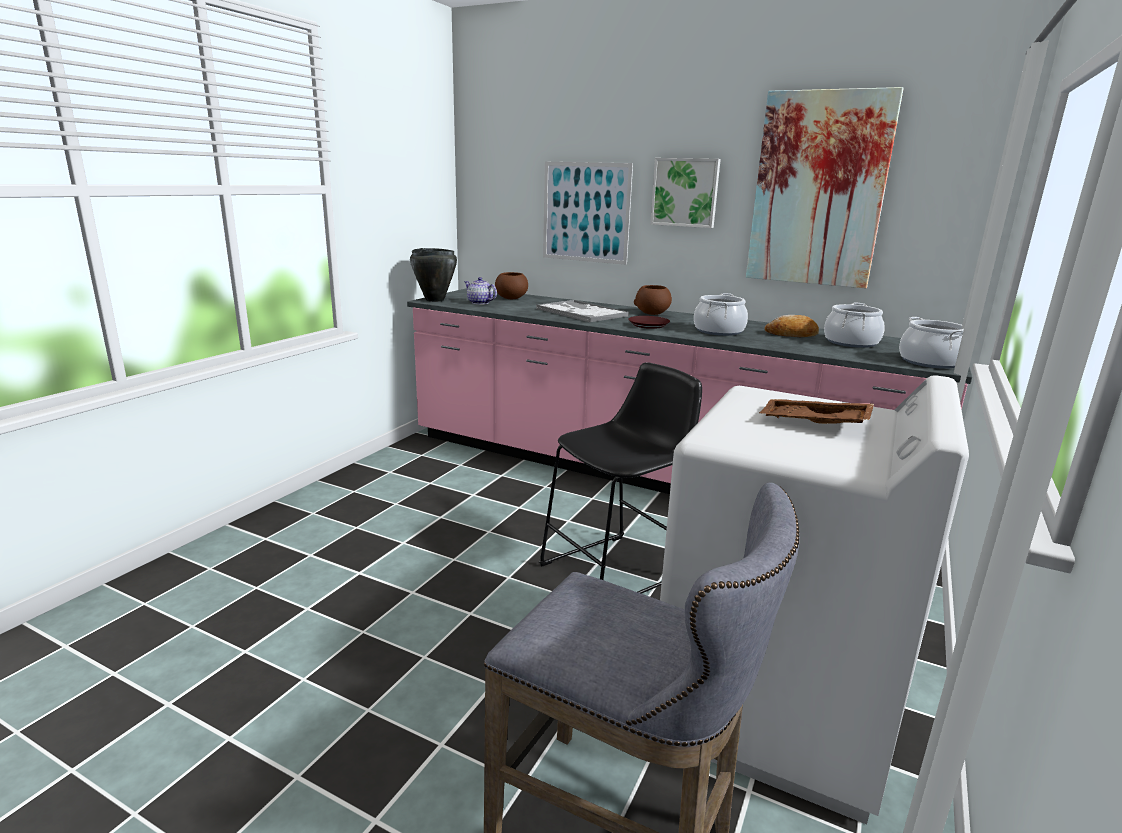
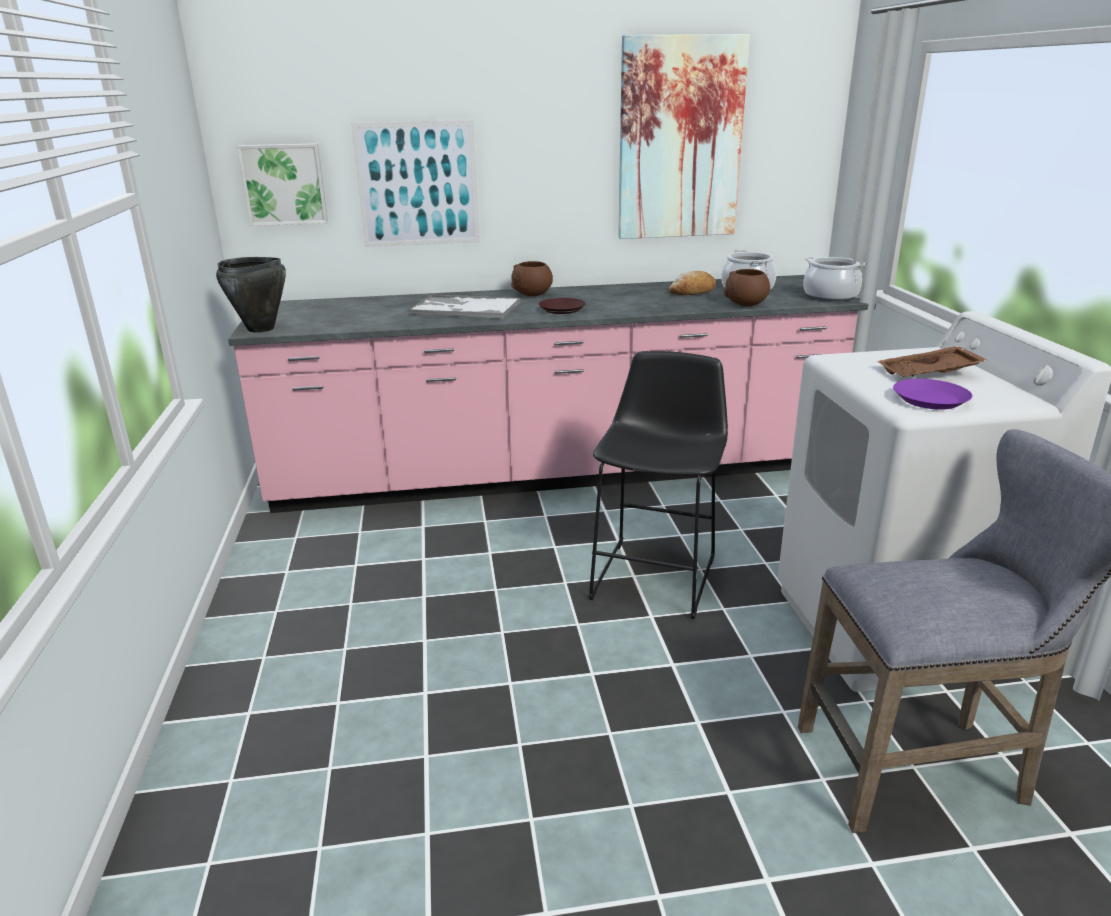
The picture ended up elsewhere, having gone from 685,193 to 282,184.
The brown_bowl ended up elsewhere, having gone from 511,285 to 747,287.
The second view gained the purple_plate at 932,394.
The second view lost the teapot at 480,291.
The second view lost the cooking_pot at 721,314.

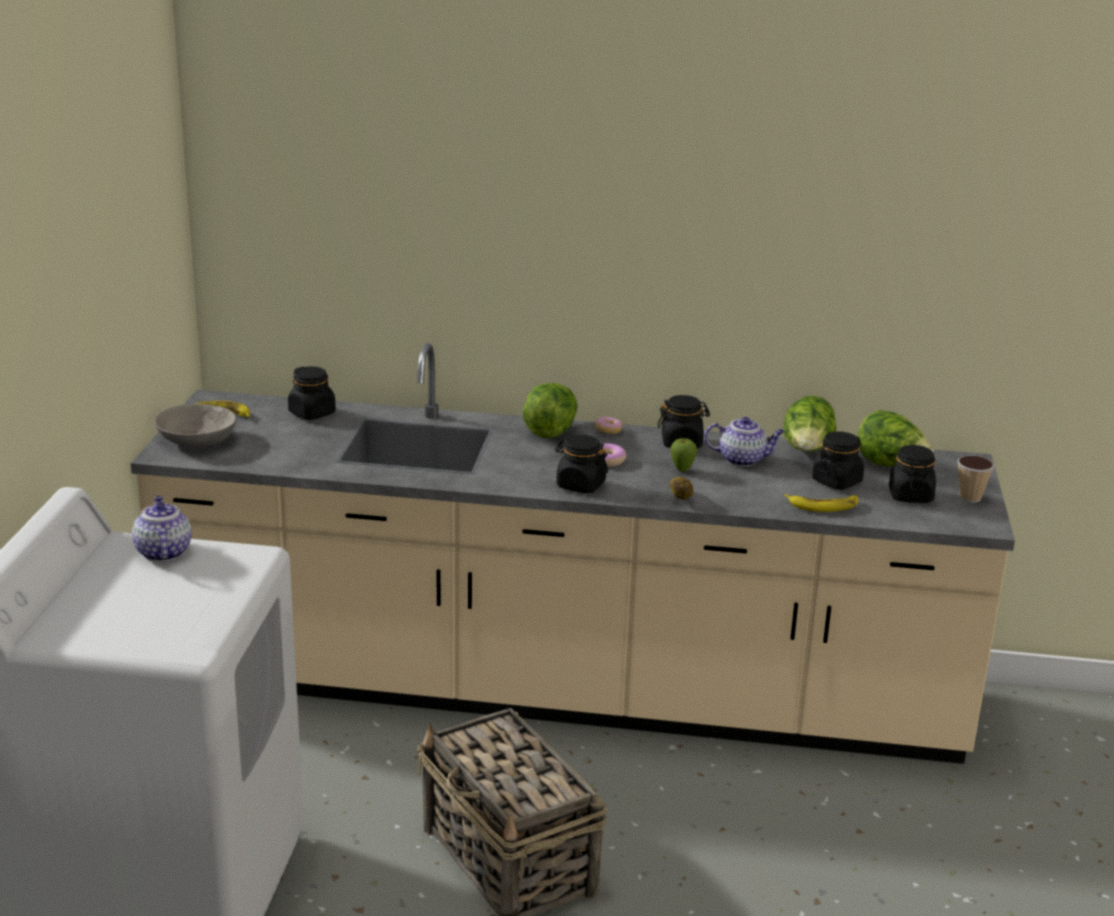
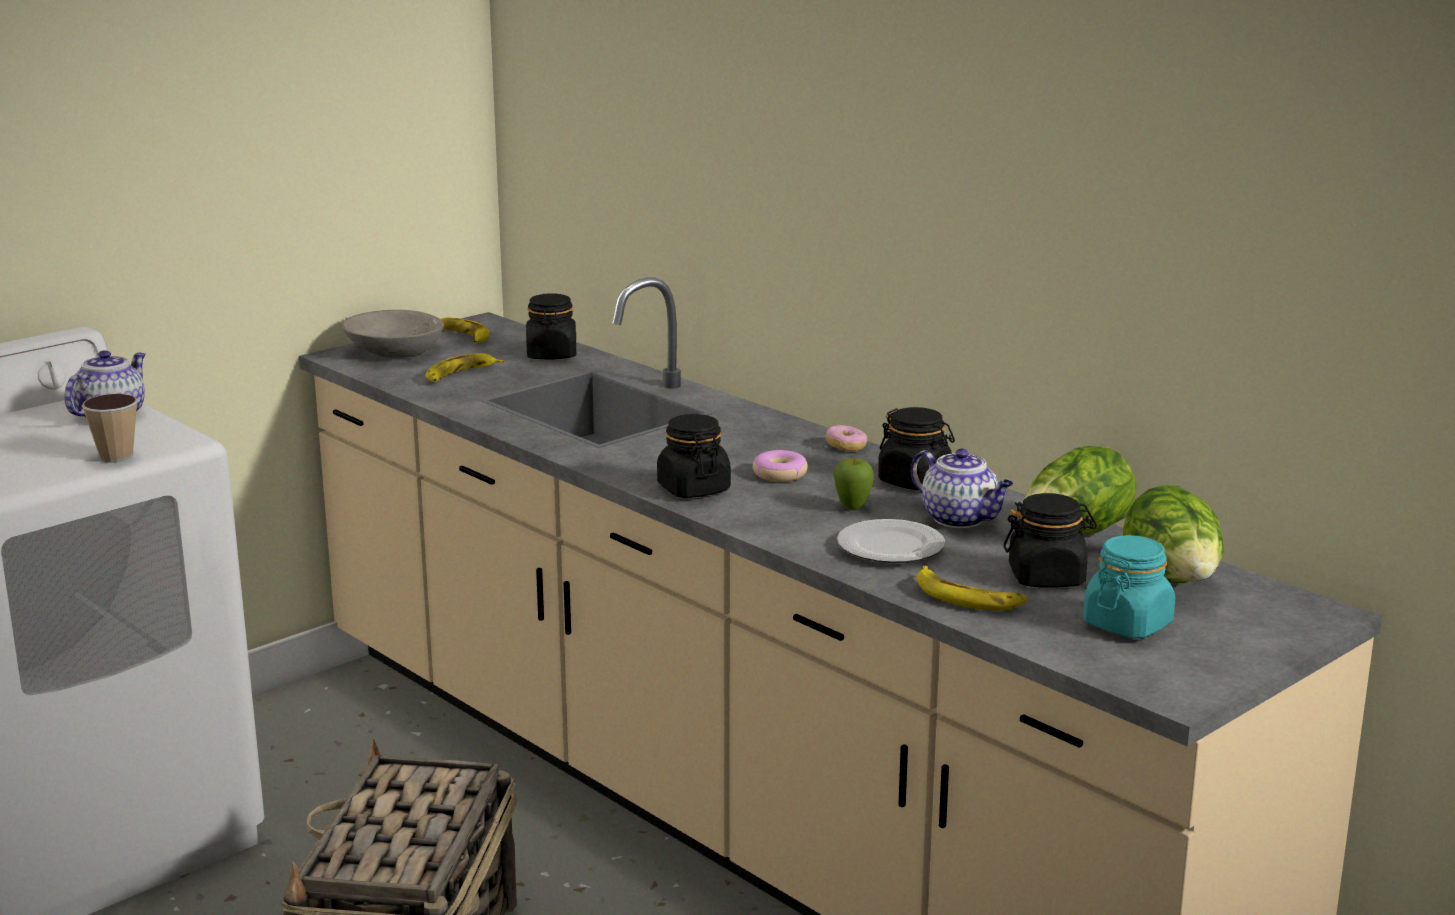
The cup ended up elsewhere, having gone from 975,479 to 110,428.
The second view gained the banana at 465,367.
The second view gained the plate at 891,541.
What was the black_jar at 912,474 turned into the turquoise_jar at 1129,586.
The second view lost the lettuce at 550,410.
The second view lost the potato at 682,488.

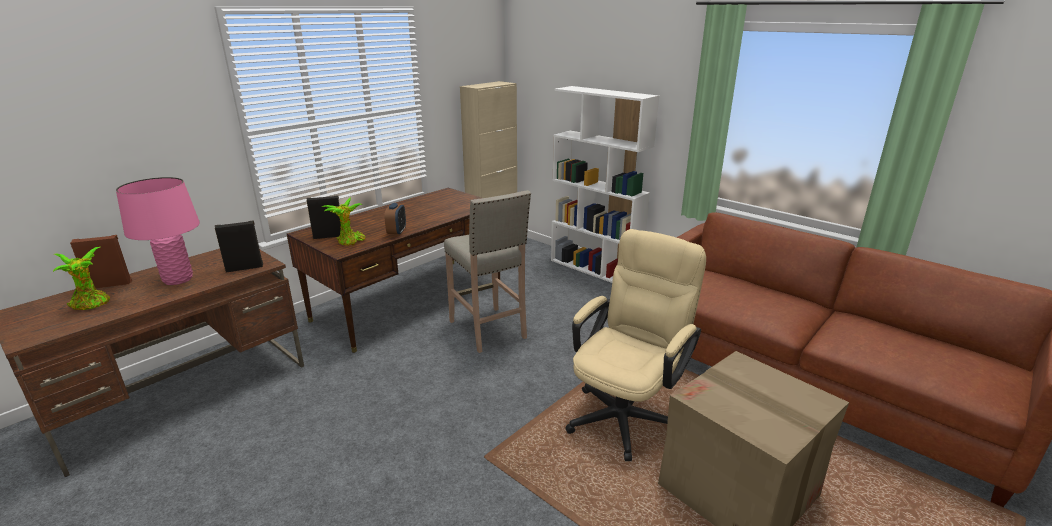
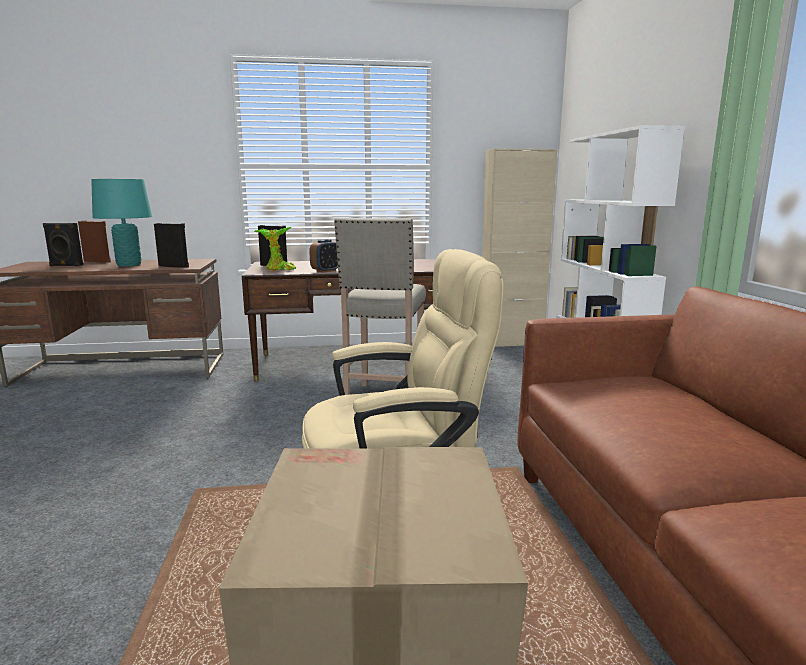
Where the potted_plant stood at 81,278, the black_speaker came to stand at 63,244.
What was the pink_table_lamp at 158,231 turned into the turquoise_table_lamp at 121,223.

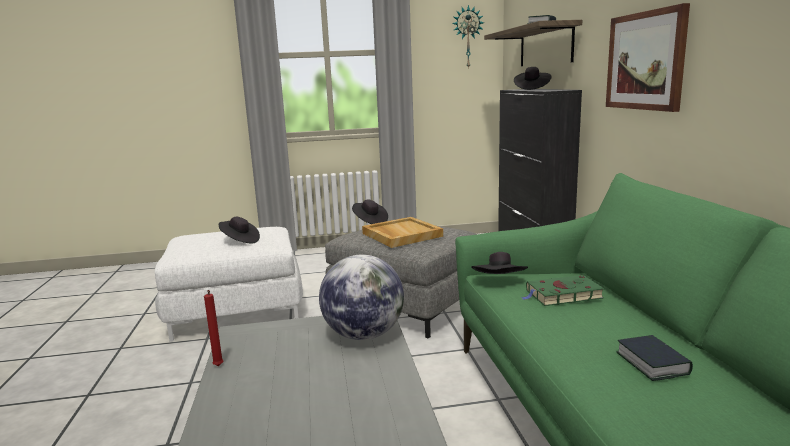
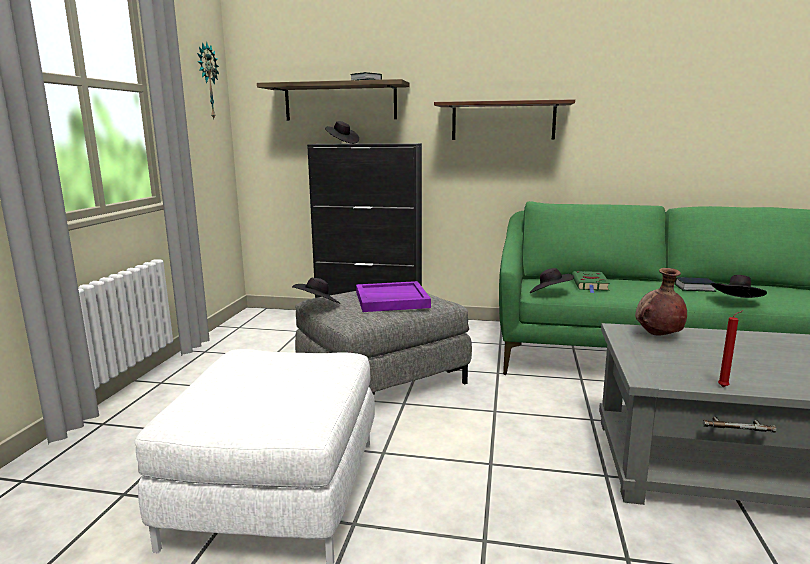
What was the beige_tray at 402,232 turned into the purple_tray at 393,296.
Where the picture hung at 648,57, the brown_shelf came to hang at 504,119.
Where the globe stood at 361,297, the brown_vase came to stand at 661,301.
The black_hat ended up elsewhere, having gone from 239,230 to 739,286.

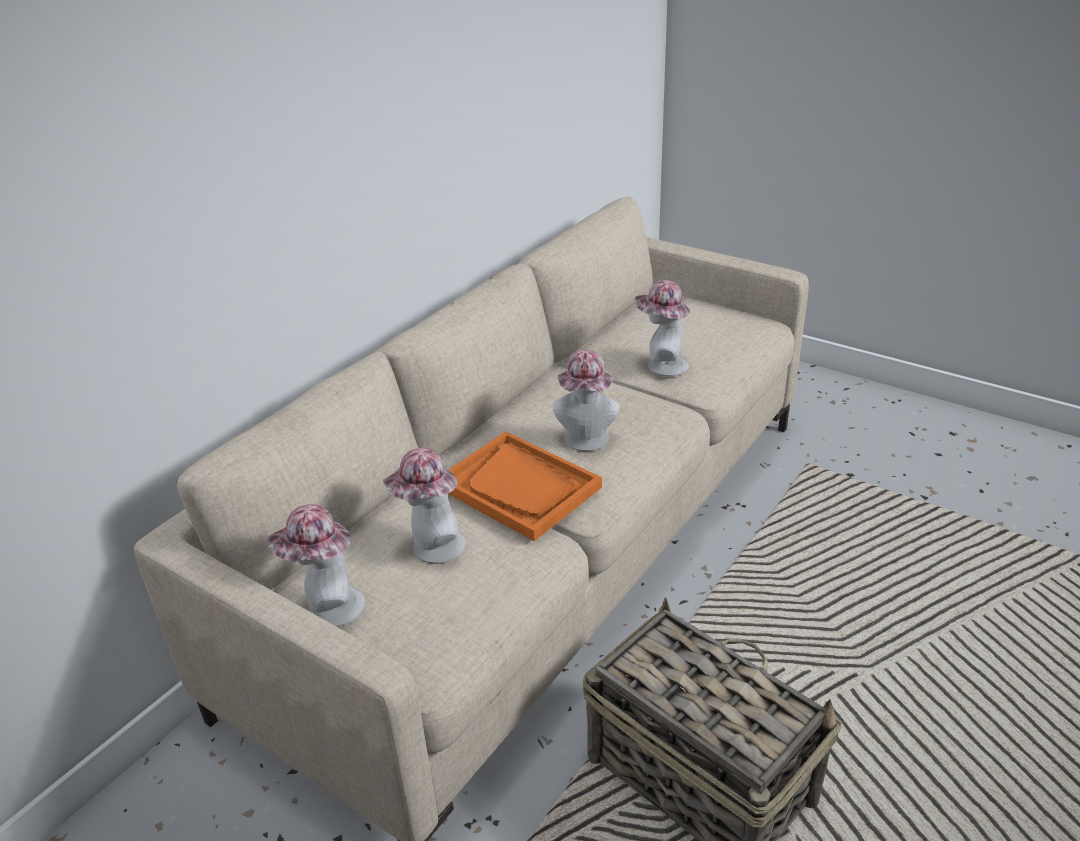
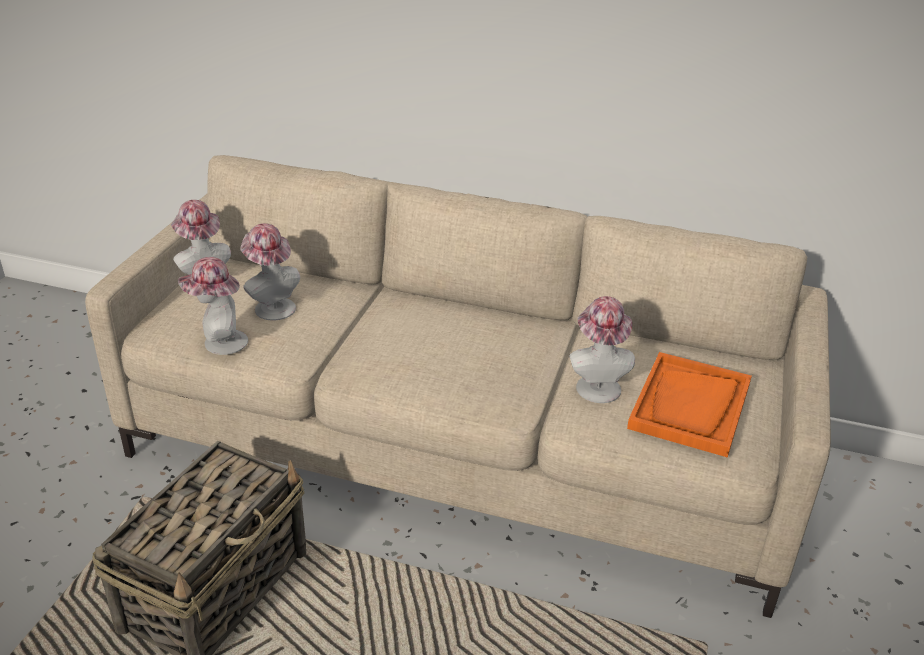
The hat ended up elsewhere, having gone from 586,400 to 213,306.
The orange_tray ended up elsewhere, having gone from 525,486 to 689,405.

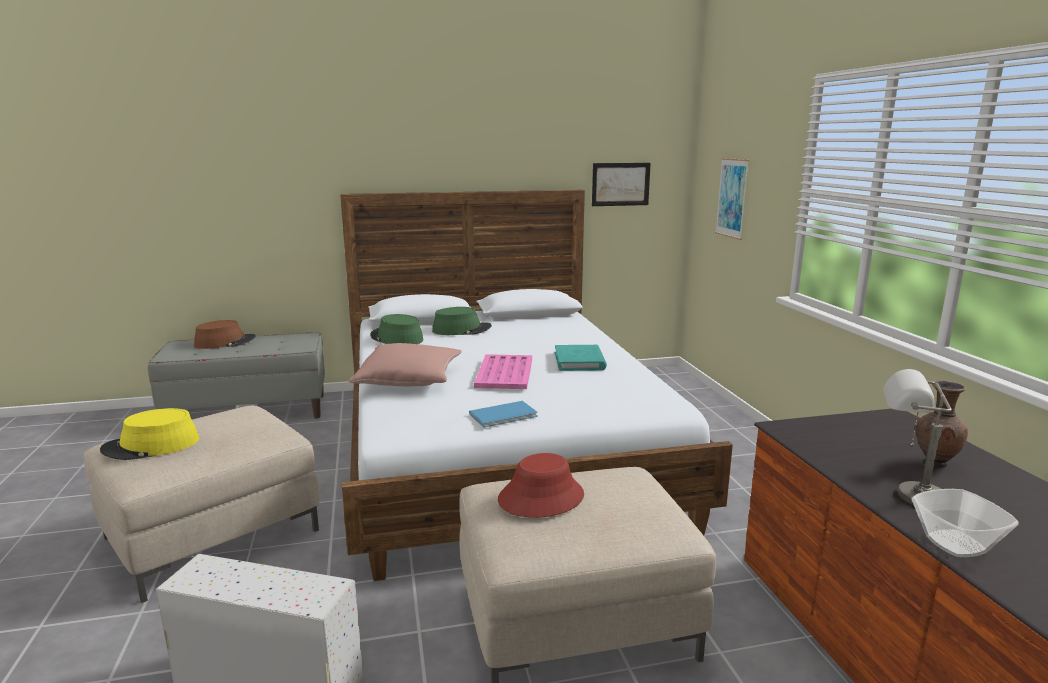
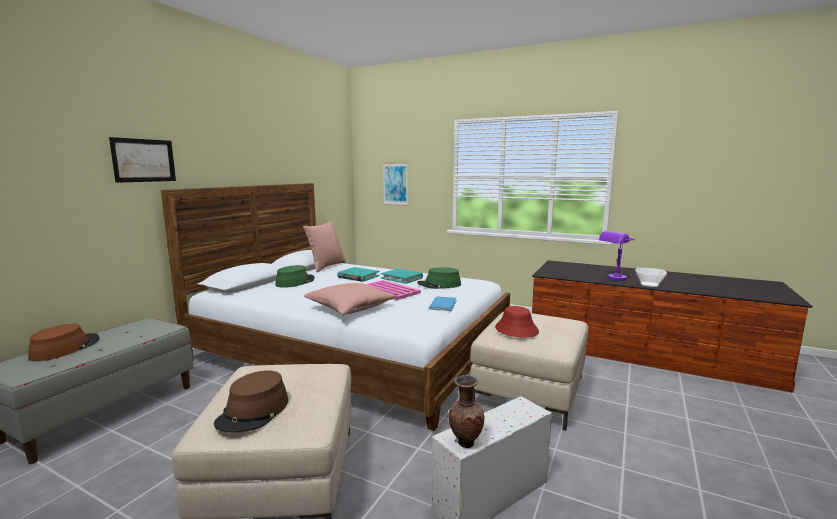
The picture ended up elsewhere, having gone from 621,184 to 142,160.
What was the yellow_hat at 149,434 turned into the brown_hat at 251,401.
The second view gained the pink_pillow at 324,246.
The second view gained the turquoise_book at 358,274.
The green_hat ended up elsewhere, having gone from 396,329 to 439,278.
The brown_vase ended up elsewhere, having gone from 942,424 to 466,411.
What was the grey_table_lamp at 917,437 turned into the purple_table_lamp at 617,256.

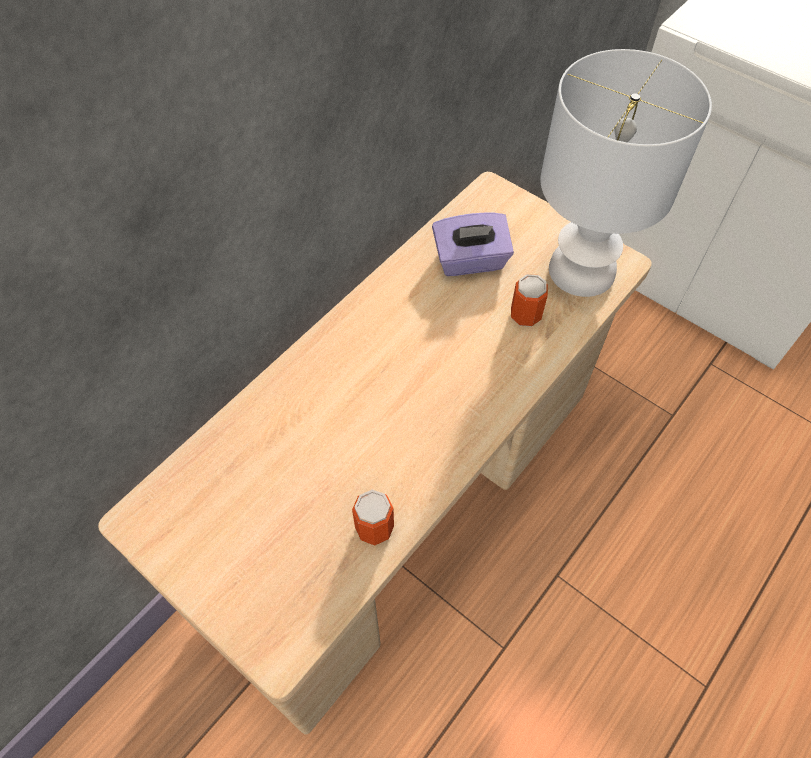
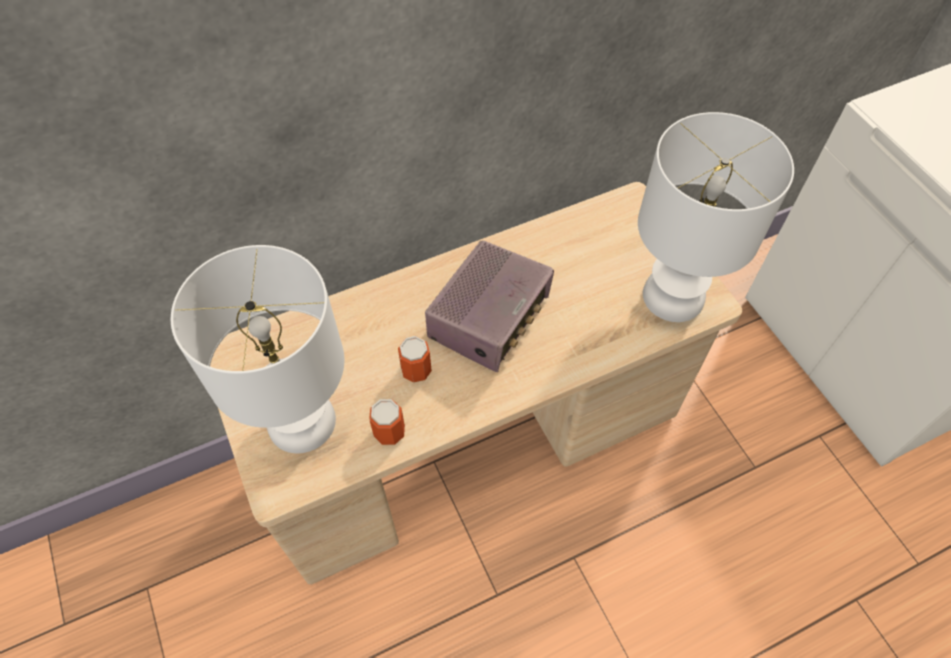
The second view gained the white_table_lamp at 257,349.
The can ended up elsewhere, having gone from 529,300 to 415,359.
The second view gained the radio at 489,306.
The second view lost the purple_tissue_box at 473,244.

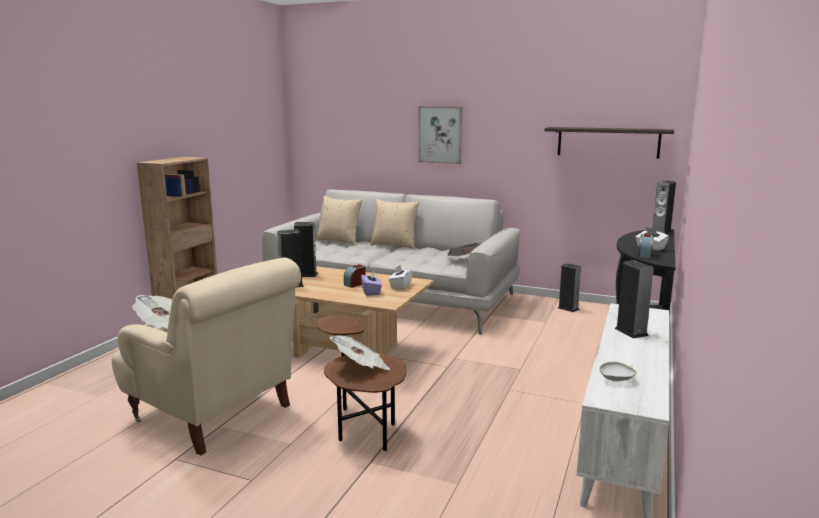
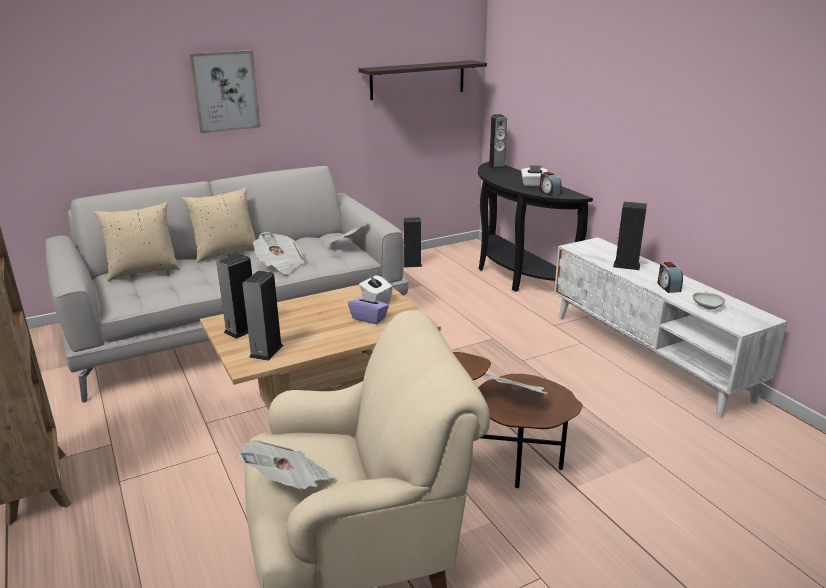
The second view gained the newspaper at 278,253.
The alarm_clock ended up elsewhere, having gone from 355,276 to 670,277.

